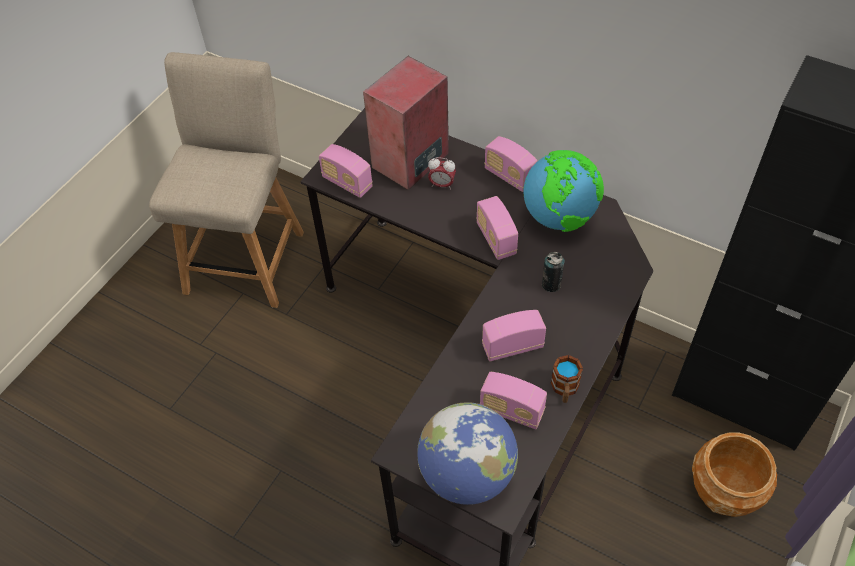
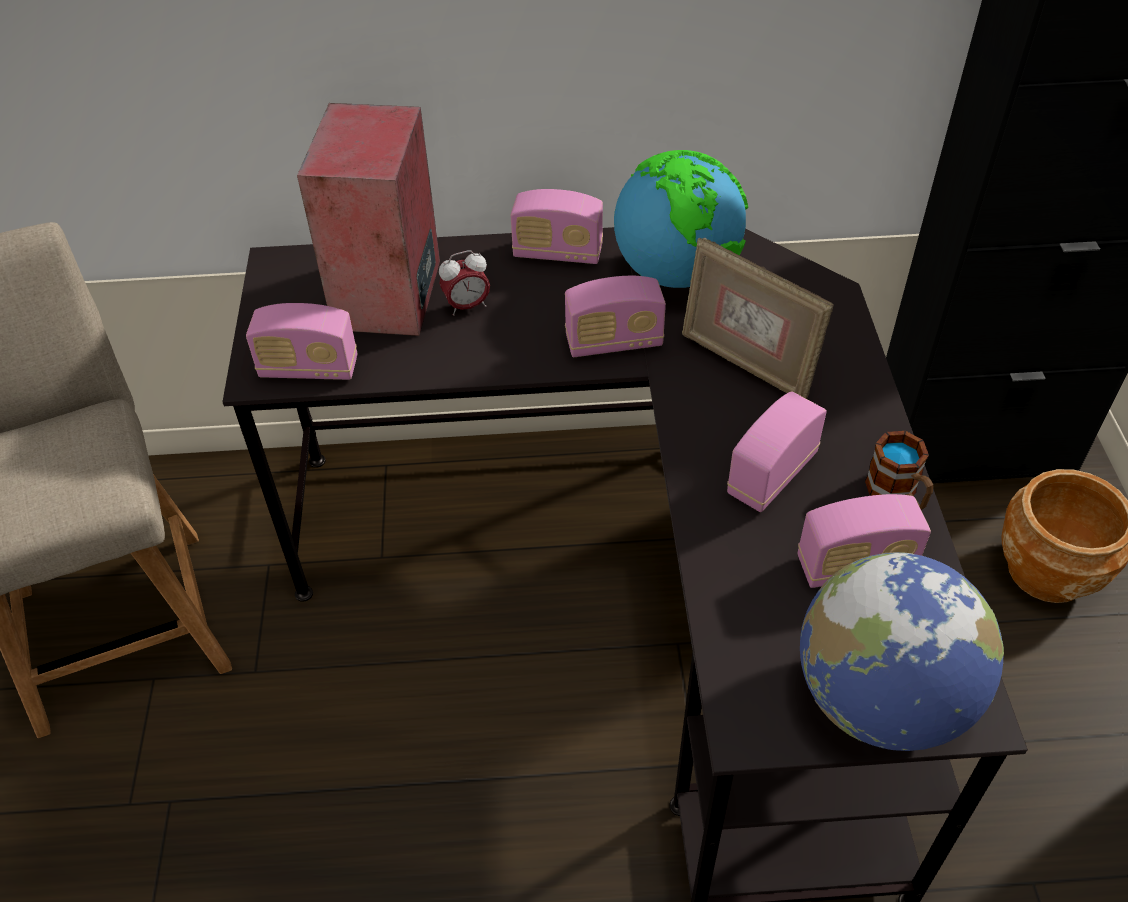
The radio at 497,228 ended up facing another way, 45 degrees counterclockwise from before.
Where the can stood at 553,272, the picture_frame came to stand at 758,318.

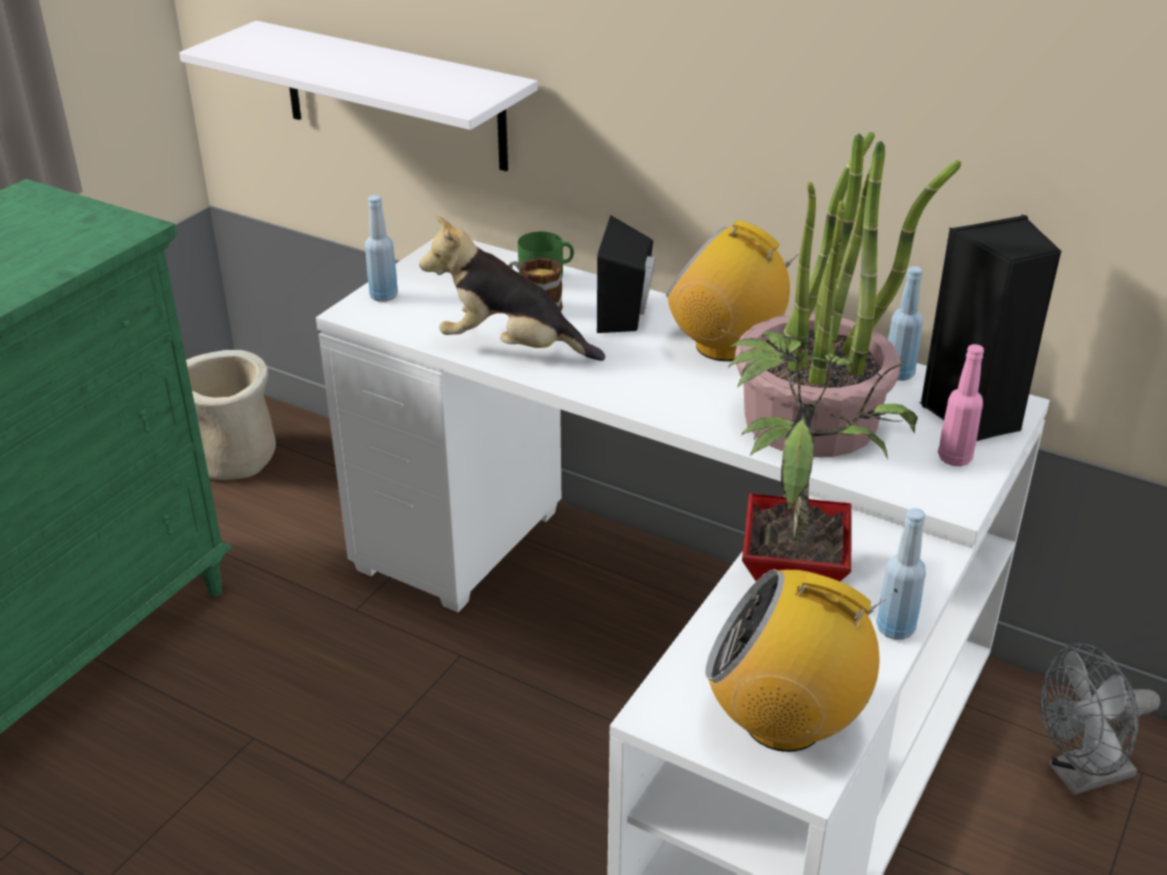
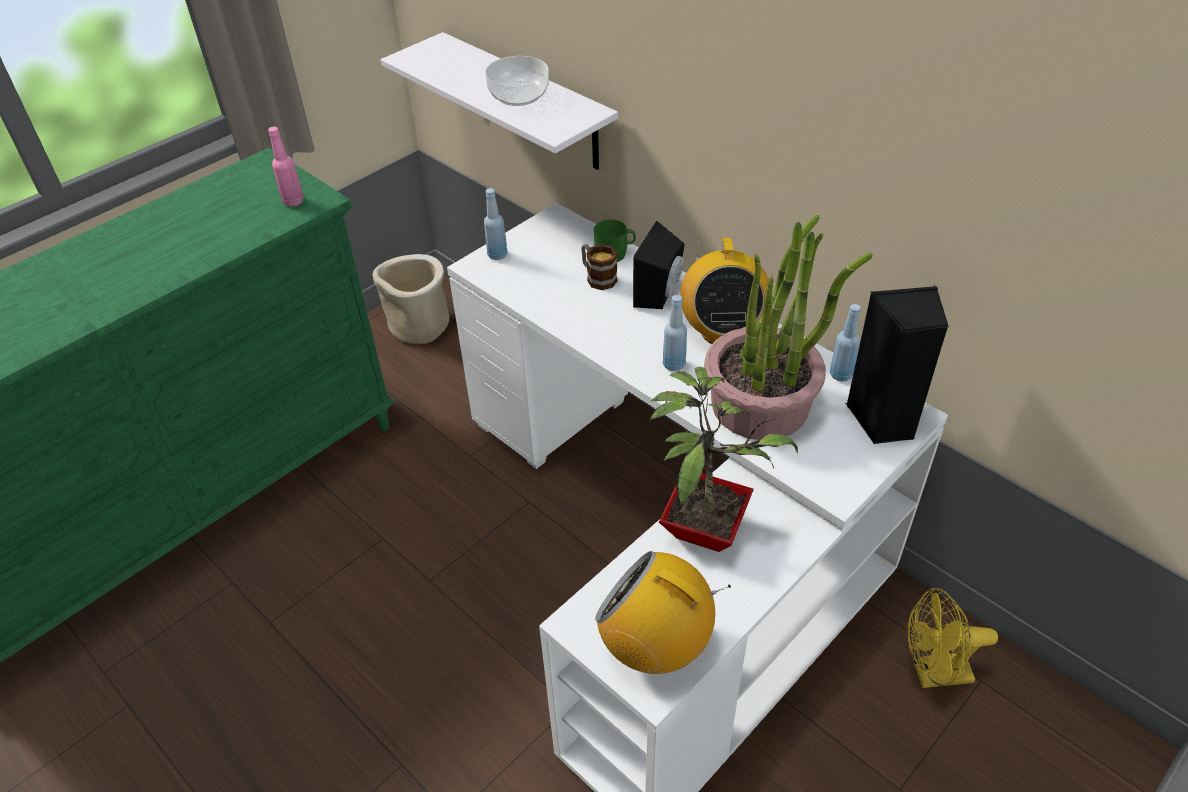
The pink_bottle ended up elsewhere, having gone from 961,405 to 286,167.
The second view gained the bowl at 517,81.
The blue_bottle ended up elsewhere, having gone from 901,574 to 675,333.
The radio at 733,290 ended up facing another way, 135 degrees counterclockwise from before.
What was the grey_fan at 1100,719 turned into the yellow_fan at 953,638.
The second view lost the plush_toy at 512,288.

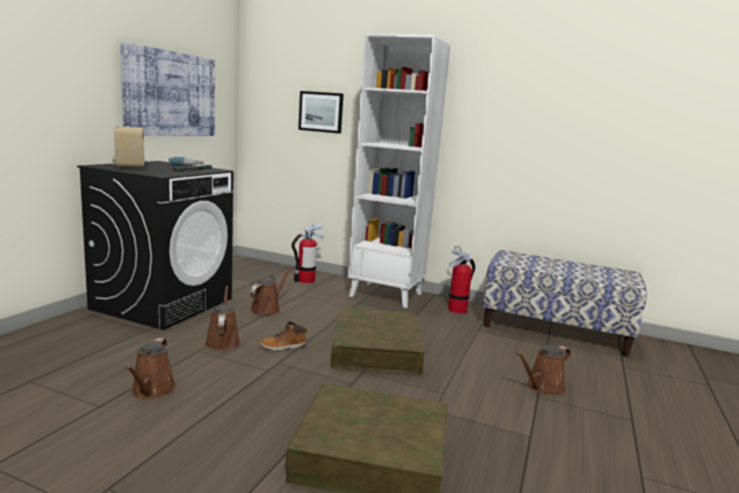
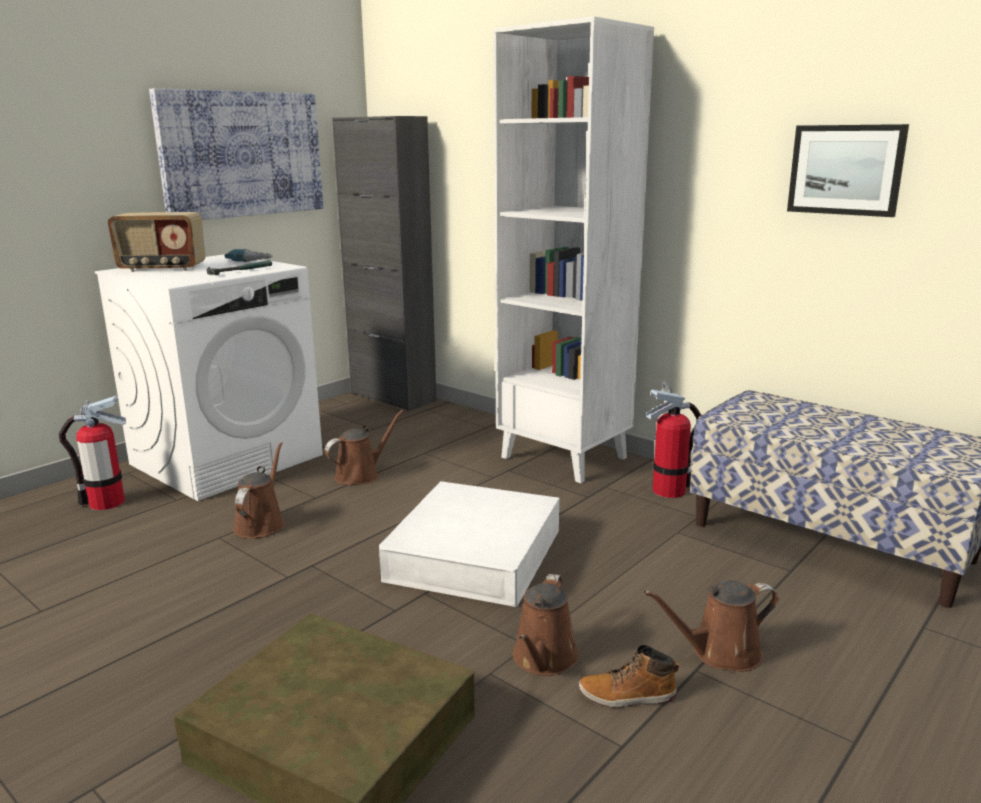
The fire_extinguisher ended up elsewhere, having gone from 307,253 to 92,453.
What was the black_washing_machine at 155,245 turned into the white_washing_machine at 209,377.
The radio at 128,148 ended up facing another way, 90 degrees counterclockwise from before.
The second view gained the black_cabinet at 384,263.
What was the brown_storage_box at 378,341 turned into the white_storage_box at 469,544.
The brown_watering_can ended up elsewhere, having gone from 150,368 to 546,625.
The boot ended up elsewhere, having gone from 283,336 to 629,676.
The picture ended up elsewhere, having gone from 321,112 to 848,170.

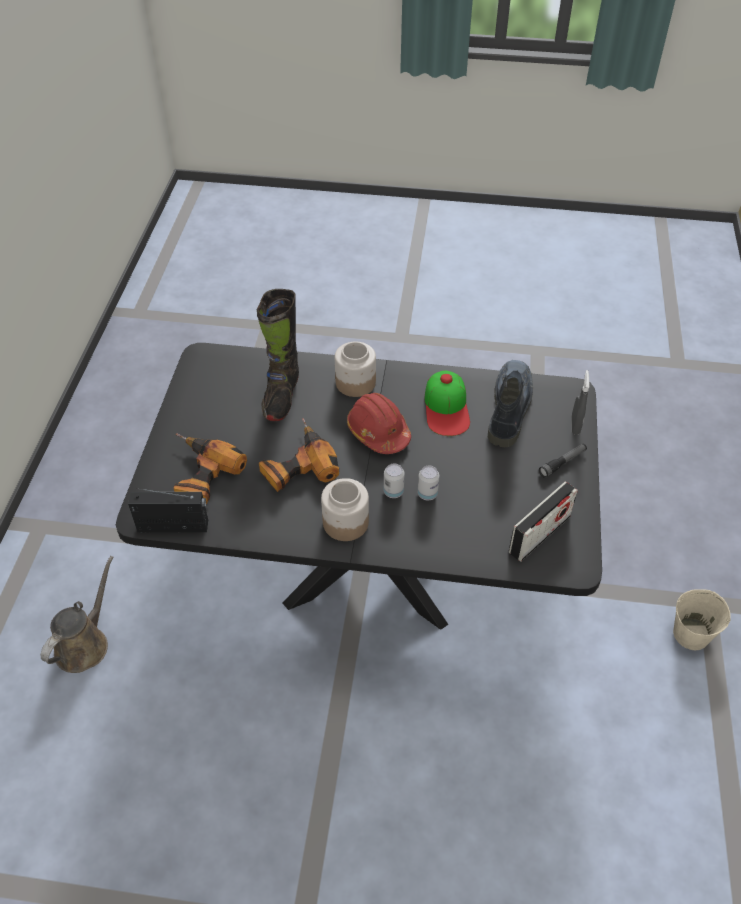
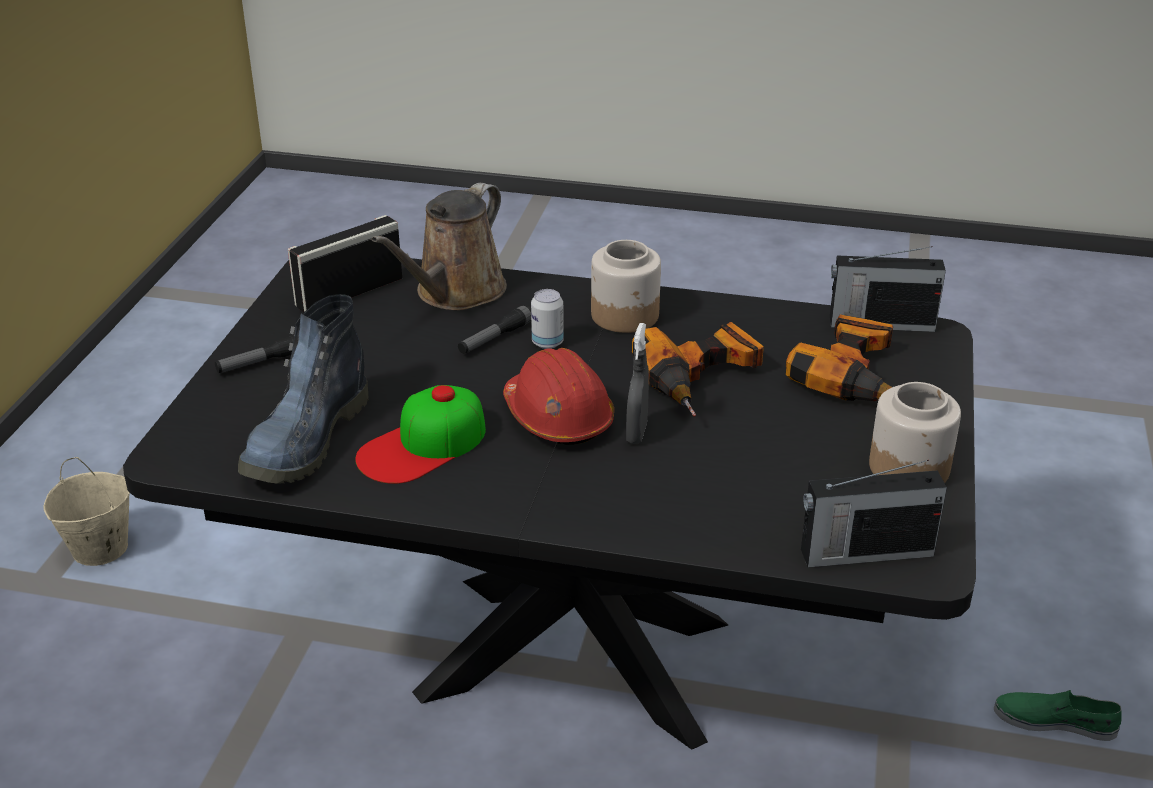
The cap at 447,403 ended up facing another way, 135 degrees counterclockwise from before.
The brown_watering_can ended up elsewhere, having gone from 77,614 to 439,246.
Where the can stood at 428,483, the flashlight came to stand at 494,329.
The grey_spray_bottle ended up elsewhere, having gone from 580,402 to 637,383.
The second view gained the radio at 874,513.
The jar ended up elsewhere, having gone from 355,369 to 915,432.
The second view gained the green_shoe at 1058,715.
The second view lost the black_boot at 278,355.

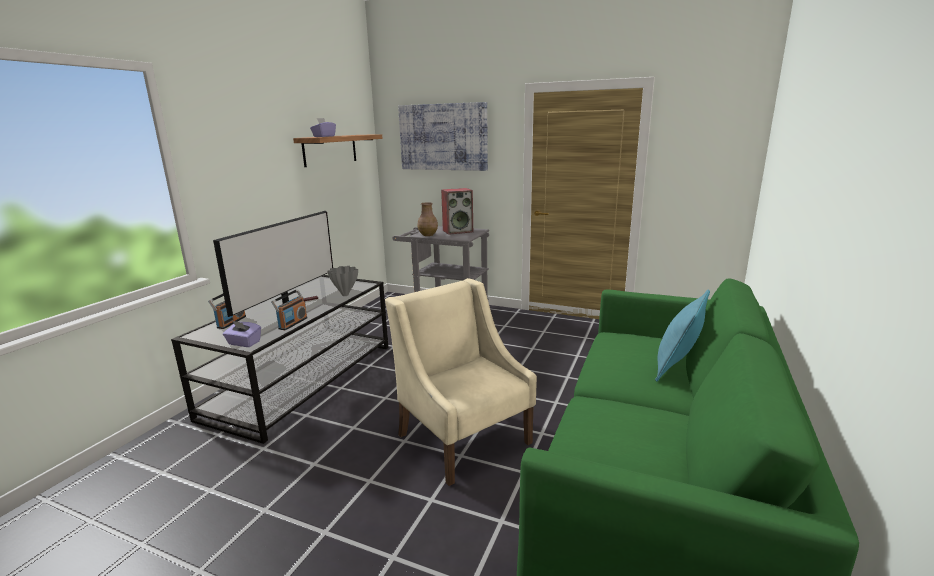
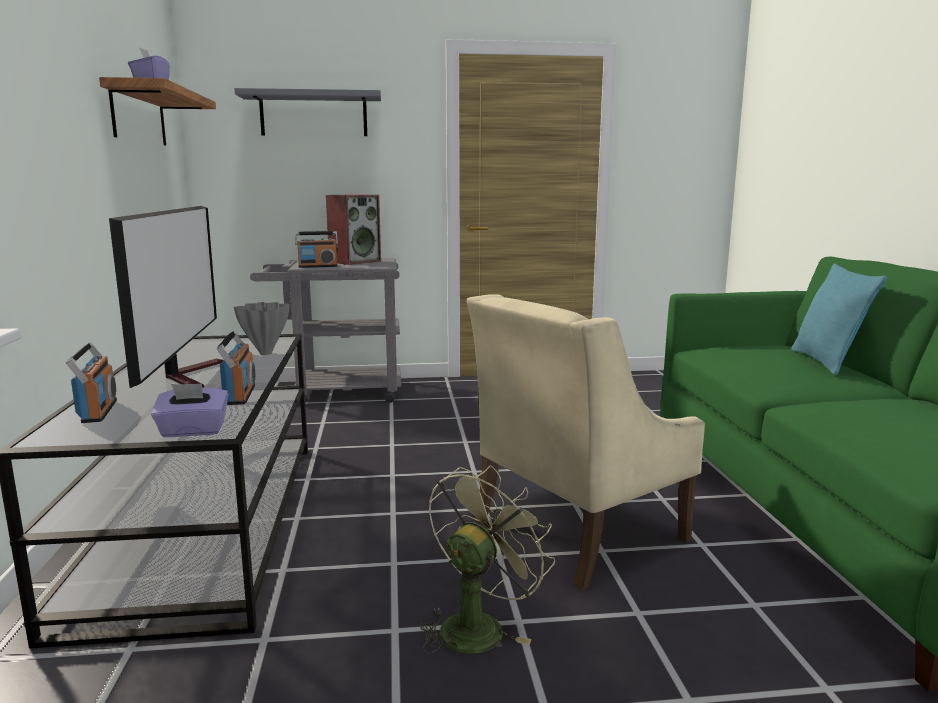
Where the picture hung at 443,136, the grey_shelf came to hang at 307,112.
Where the brown_vase stood at 427,219, the radio came to stand at 316,249.
The second view gained the green_fan at 487,559.
The beige_armchair at 461,382 ended up facing another way, 60 degrees counterclockwise from before.

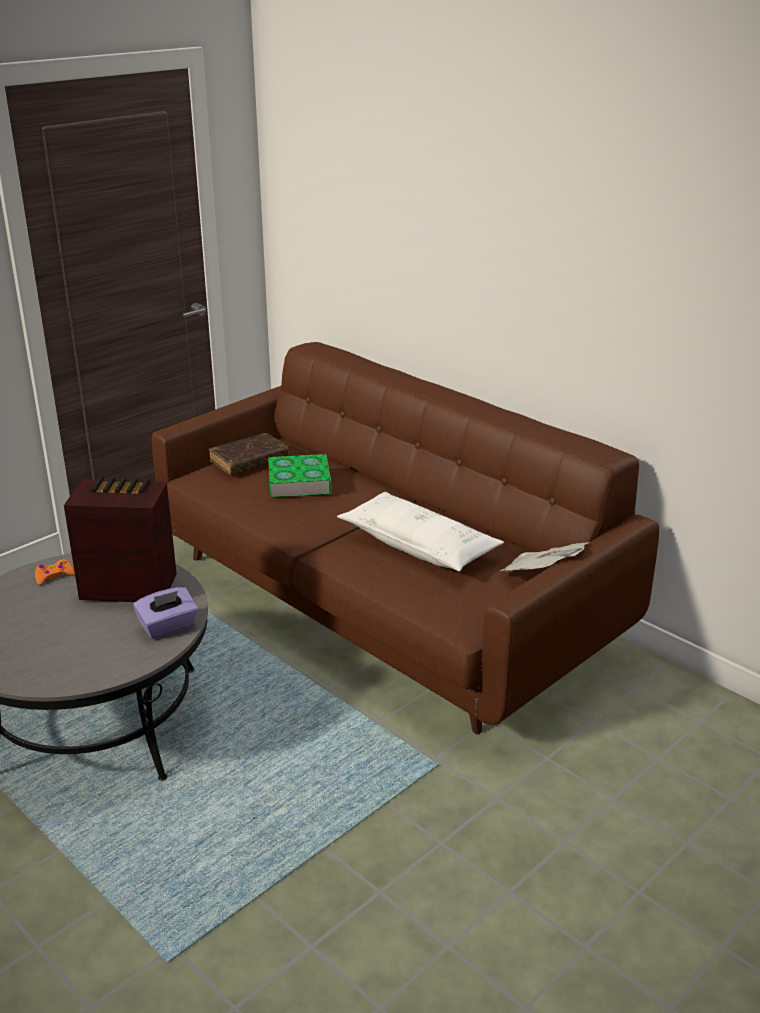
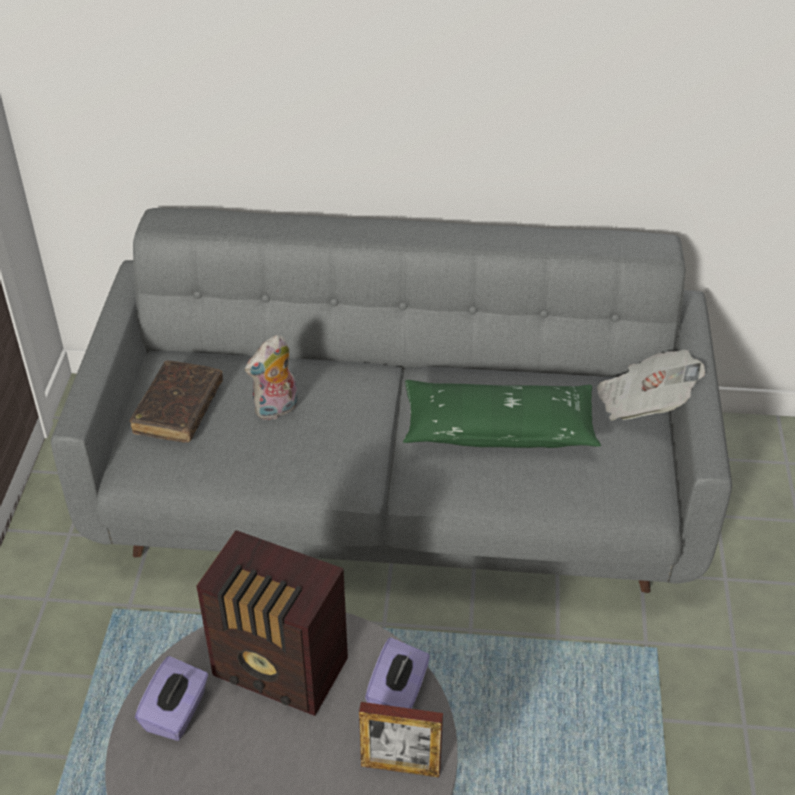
What was the brown_sofa at 405,538 turned into the grey_sofa at 391,400.
Where the orange_game_controller stood at 55,572, the purple_tissue_box came to stand at 171,698.
The radio at 120,539 ended up facing another way, 120 degrees counterclockwise from before.
Where the book stood at 300,476, the plush_toy came to stand at 271,377.
The second view gained the picture_frame at 401,740.
What was the white_pillow at 420,531 turned into the green_pillow at 502,414.

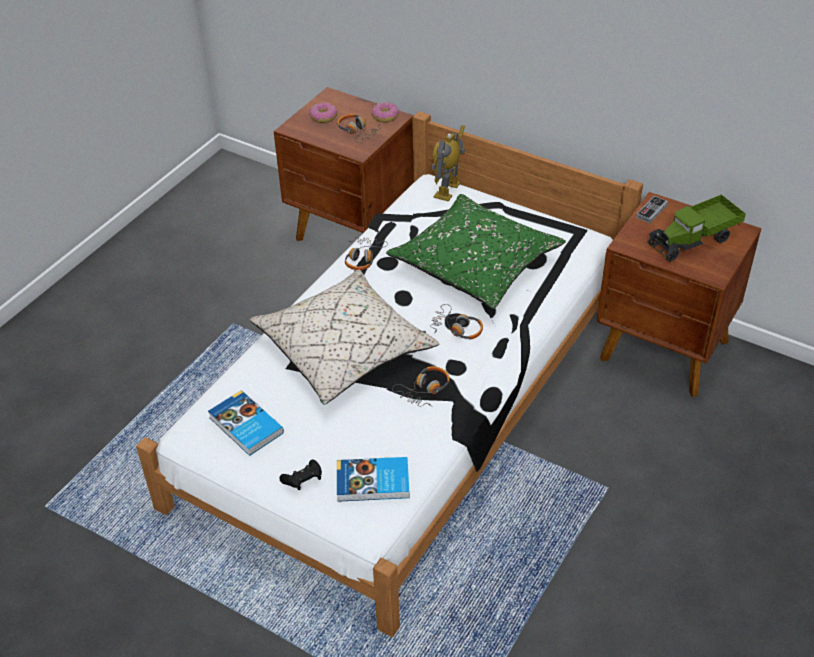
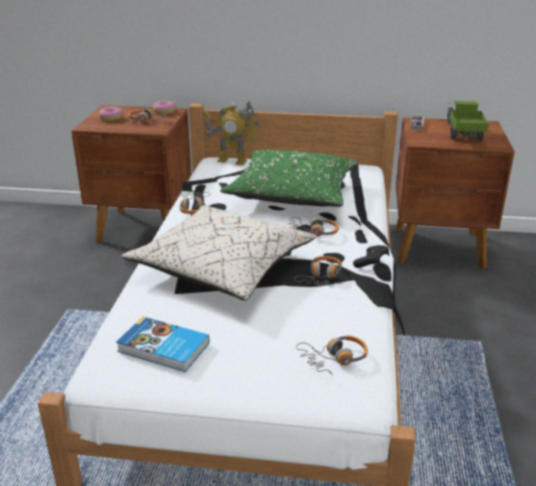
The toy_robot at 448,163 ended up facing another way, 75 degrees counterclockwise from before.
Where the book stood at 373,479, the headphones came to stand at 332,355.
The black_game_controller ended up elsewhere, having gone from 300,475 to 371,256.
The toy_truck at 696,227 ended up facing another way, 150 degrees clockwise from before.

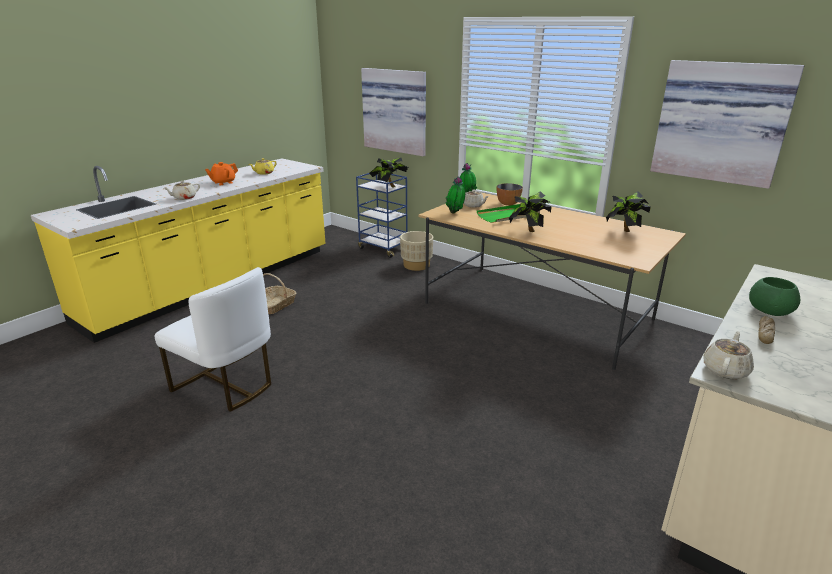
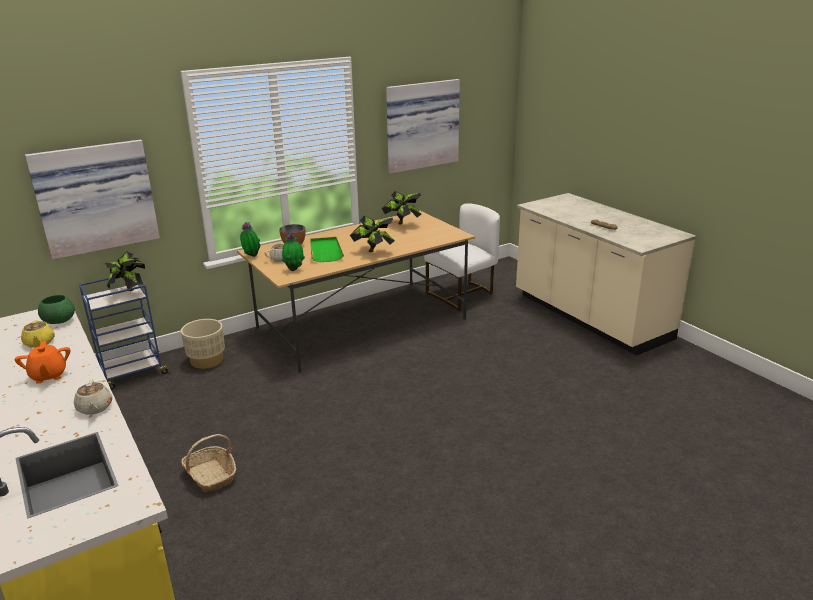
The green_bowl ended up elsewhere, having gone from 774,296 to 56,309.
The white_chair ended up elsewhere, having gone from 213,339 to 462,257.
The second view lost the beige_teapot at 729,355.

